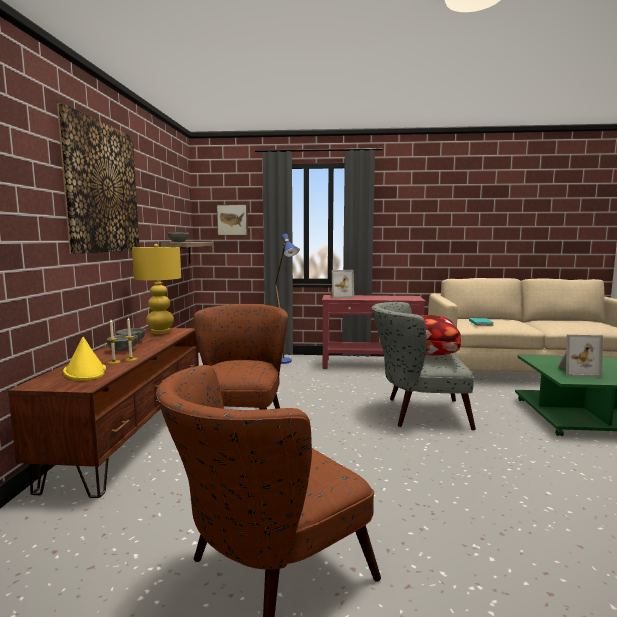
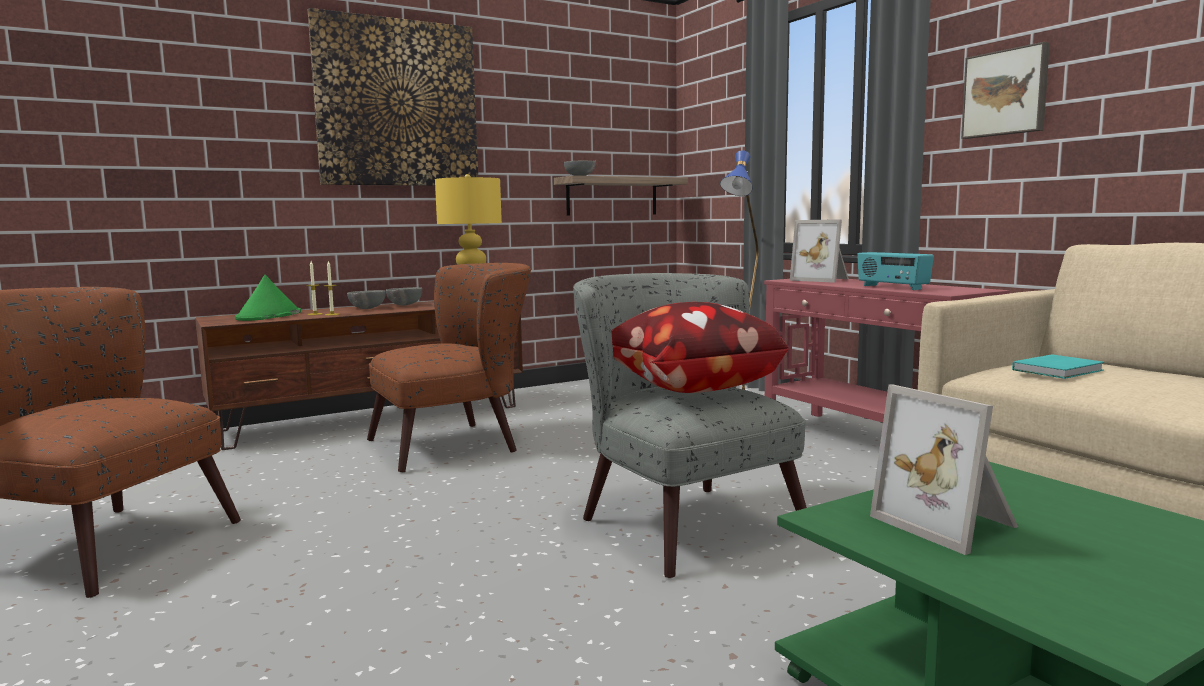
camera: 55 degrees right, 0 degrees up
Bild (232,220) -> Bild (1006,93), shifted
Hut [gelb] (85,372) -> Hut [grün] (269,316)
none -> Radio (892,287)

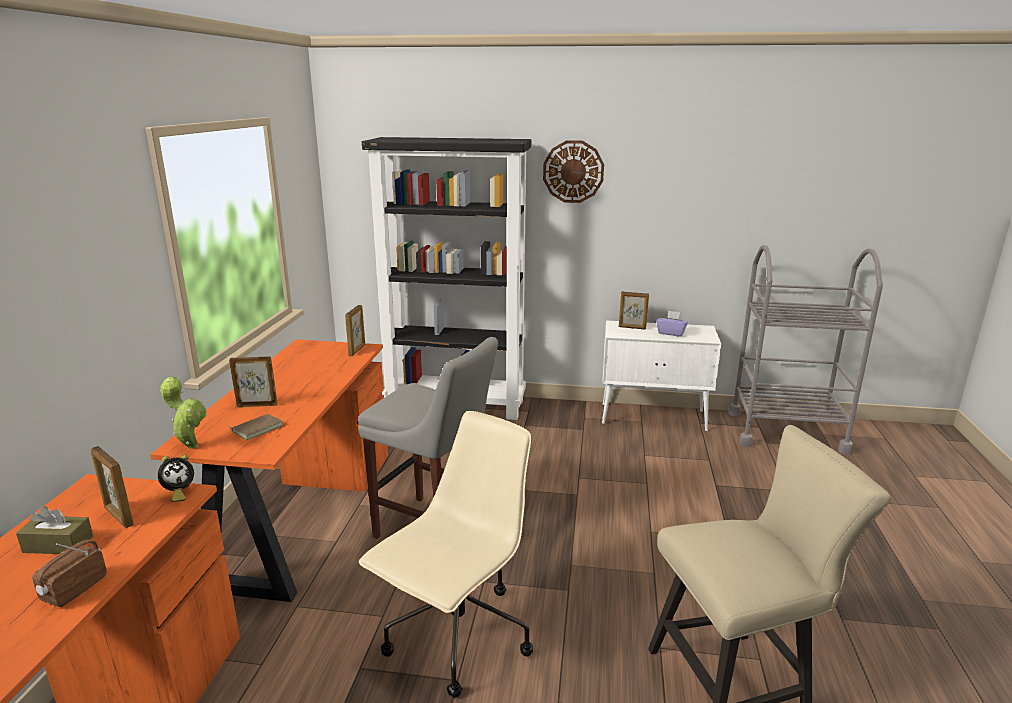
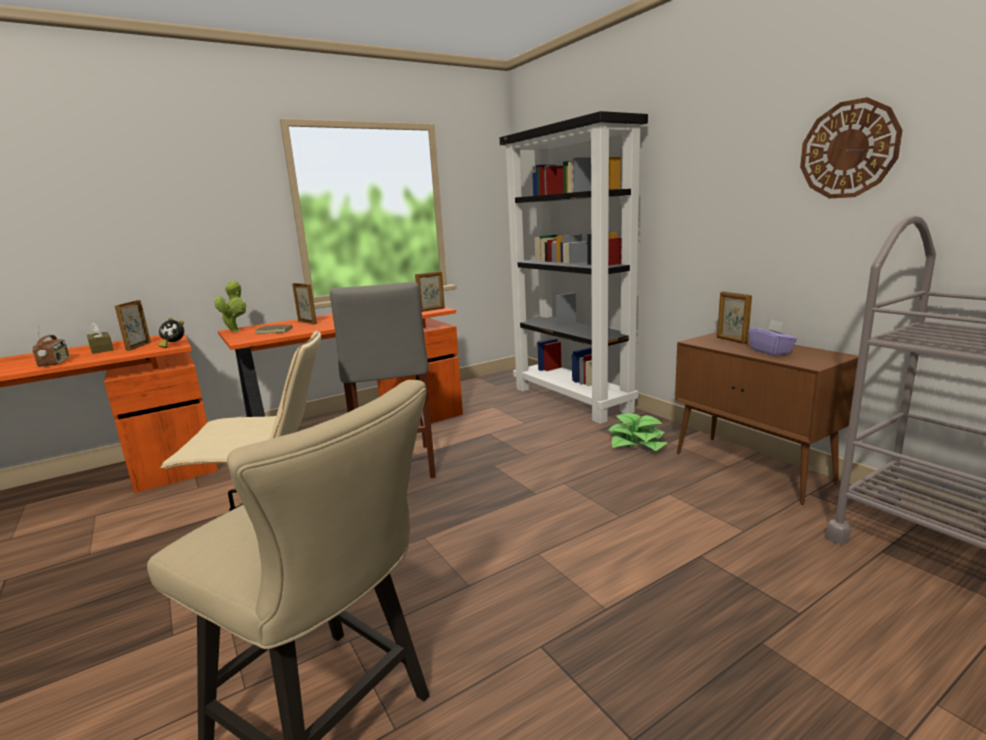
camera: 50 degrees right, 5 degrees down
Wanduhr (573,171) -> Wanduhr (848,150), shifted
Schrank [weiß] (654,417) -> Schrank [braun] (753,468)
Radio (74,589) -> Radio (55,363), 90 degrees clockwise
none -> Topfpflanze (637,443)

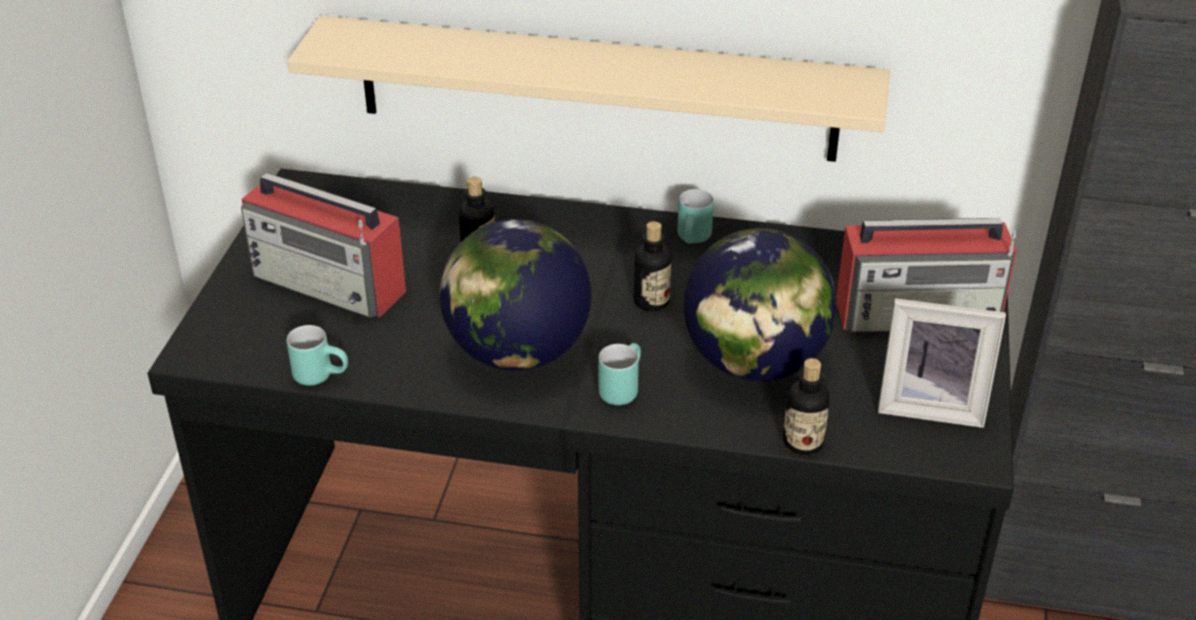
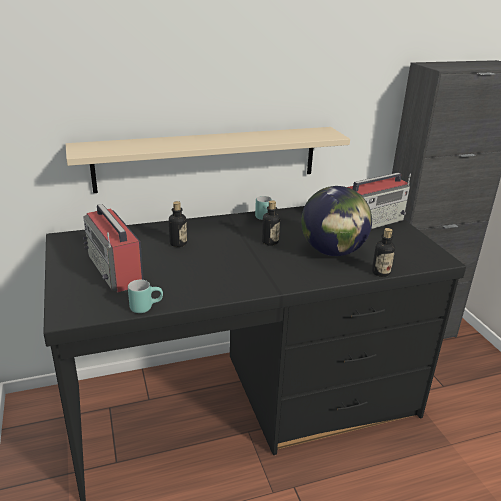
camera: 30 degrees left, 10 degrees down
Radio (330,284) -> Radio (115,270), 60 degrees clockwise
Globus (517,352) -> none
Bilderrahmen (931,405) -> none
Henkelbecher [türkis] (620,388) -> none

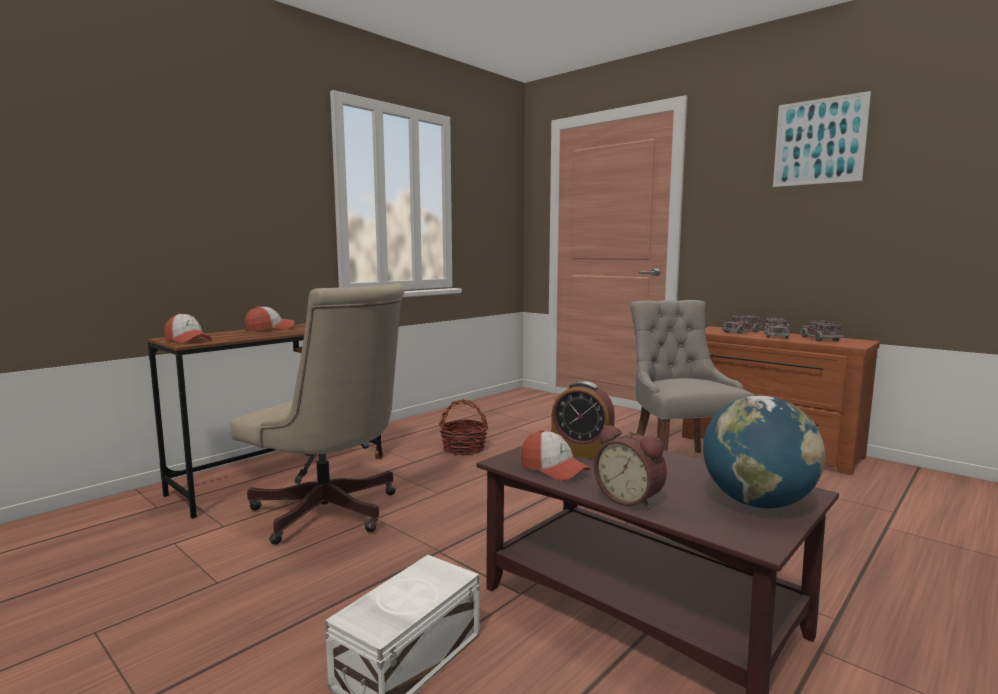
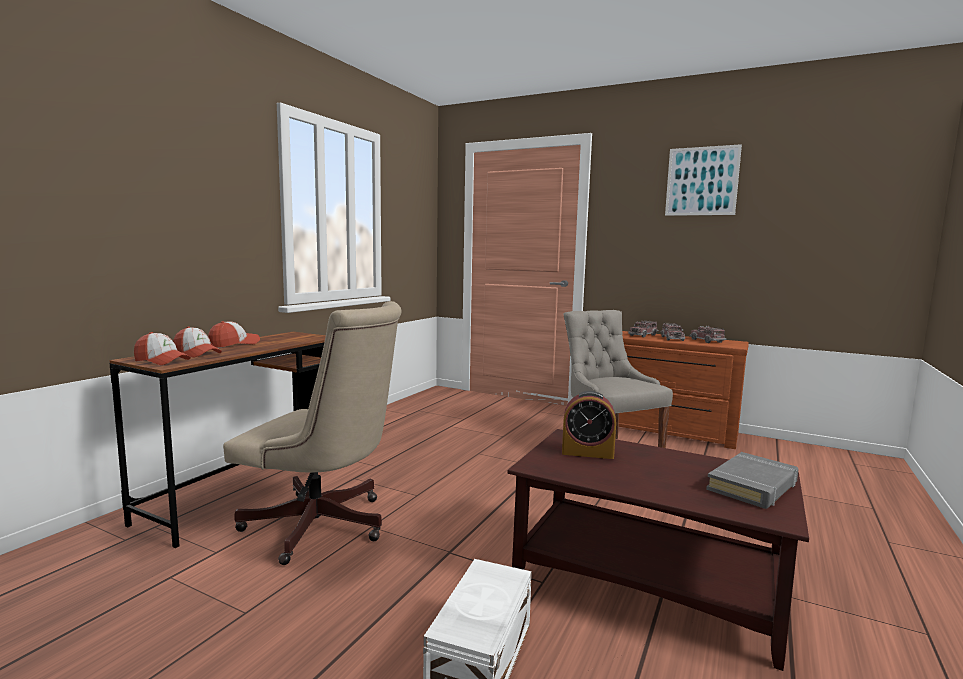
camera: 15 degrees left, 0 degrees up
Globus (757,503) -> Buch [grau] (753,486)
Korb (464,448) -> none
Wecker (630,499) -> none
Kappe (553,469) -> Kappe (197,353), shifted

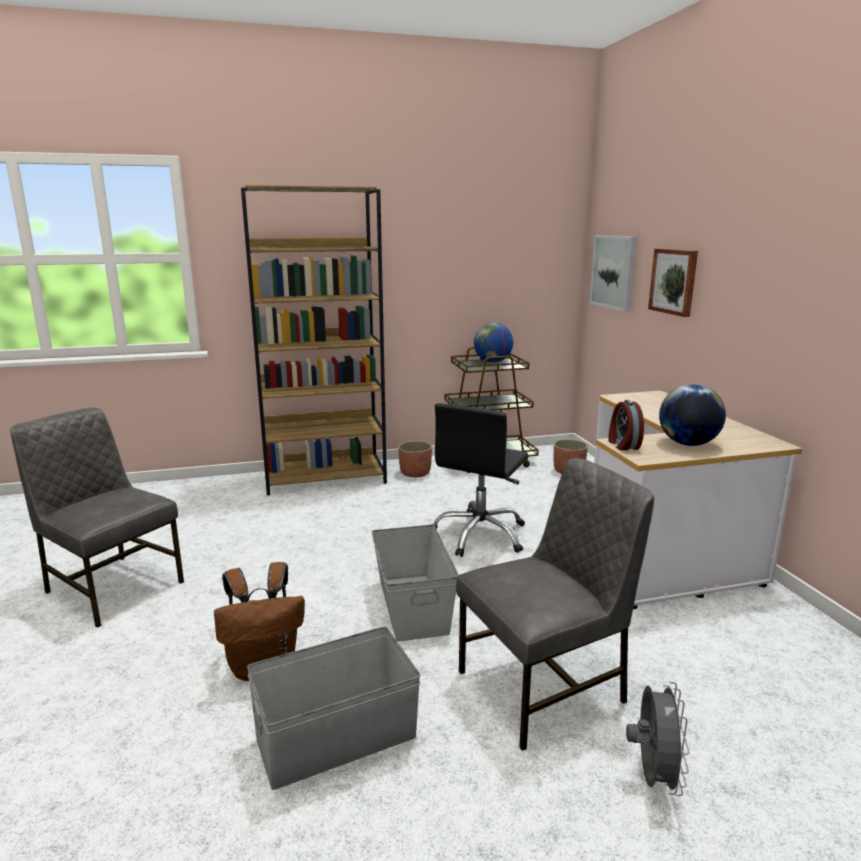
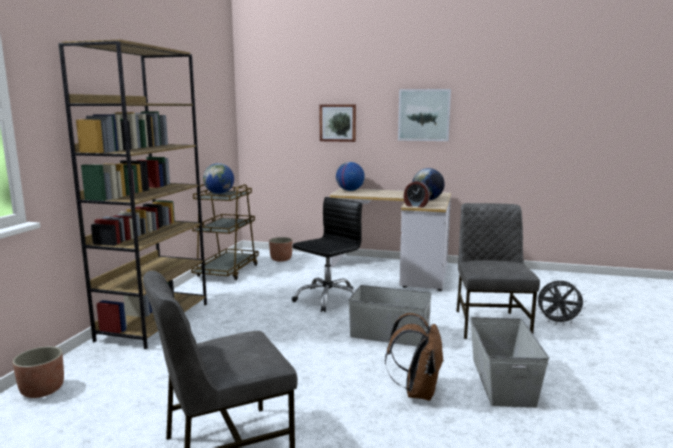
camera: 60 degrees left, 5 degrees down
Bild (614,272) -> Bild (424,115), shifted
Bürostuhl [schwarz] (480,535) -> Bürostuhl [schwarz] (328,298), 105 degrees counterclockwise
Pflanzkübel (415,473) -> Pflanzkübel (43,390), shifted
Ventilator [grau] (652,776) -> Ventilator [grau] (558,322), 150 degrees clockwise
none -> Globus (349,190)

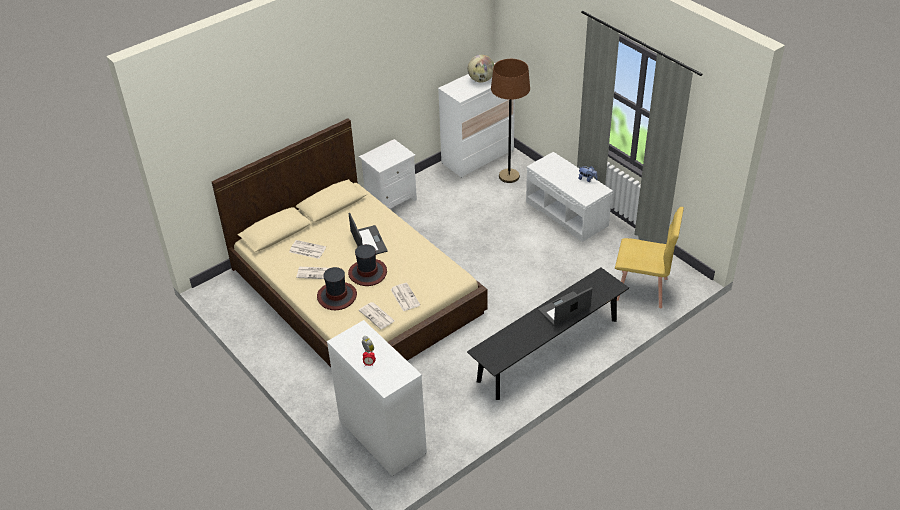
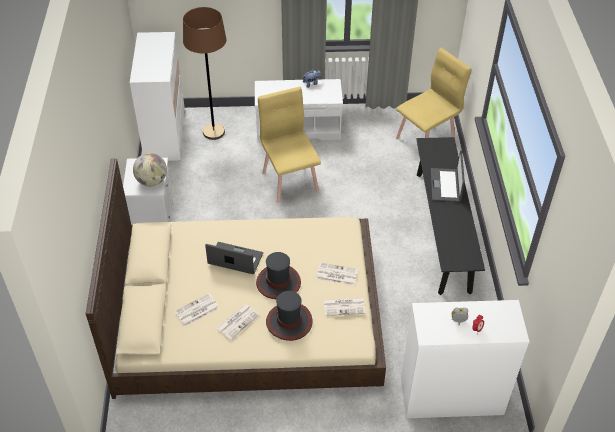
camera: 55 degrees left, 5 degrees up
Globus (481,80) -> Globus (152,181), shifted
none -> Stuhl [gelb] (290,181)

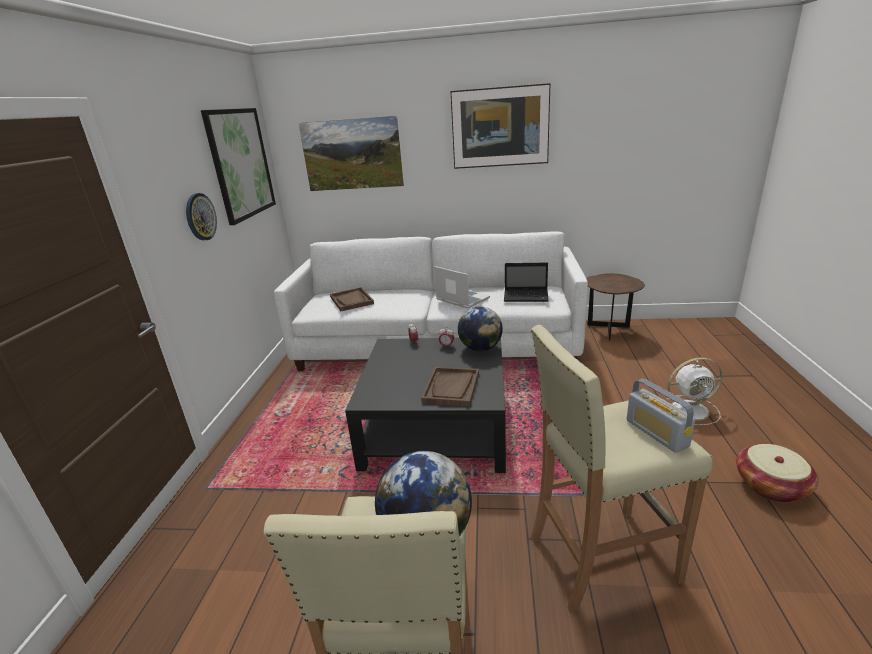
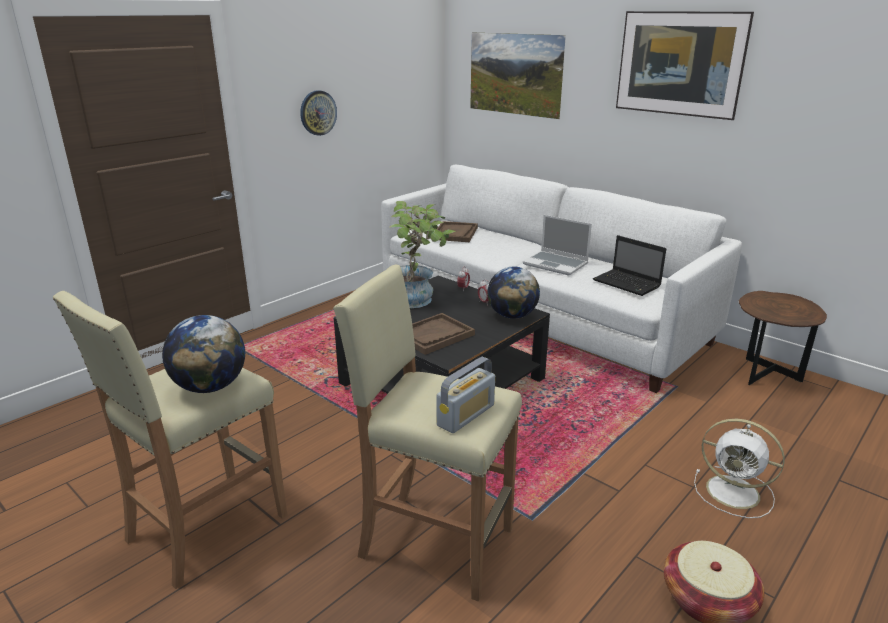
camera: 35 degrees right, 0 degrees up
Bild (241,163) -> none
Laptop (461,299) -> Laptop (556,264), 135 degrees clockwise
Radio (656,433) -> Radio (466,415), 150 degrees counterclockwise
none -> Topfpflanze (418,300)

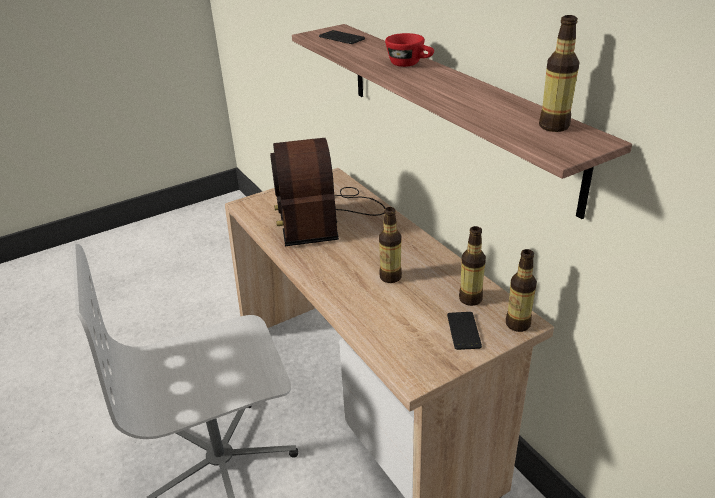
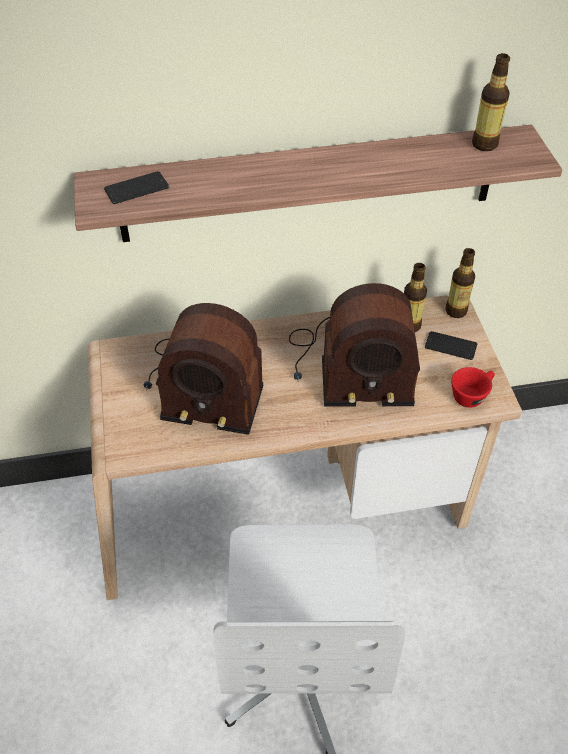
camera: 70 degrees left, 15 degrees up
Tasse [rot] (410,64) -> Tasse [rot] (471,395), shifted
Flasche (390,277) -> Radio (349,367)

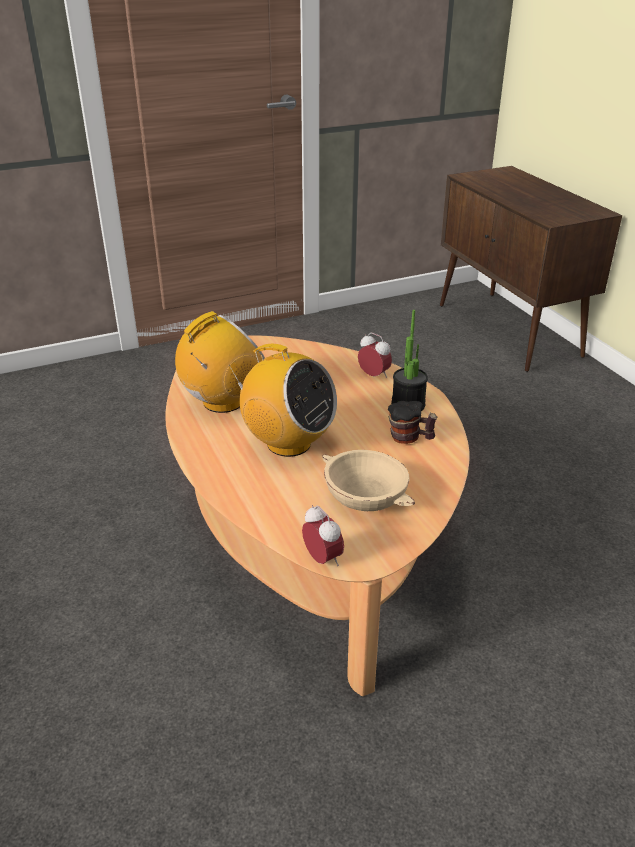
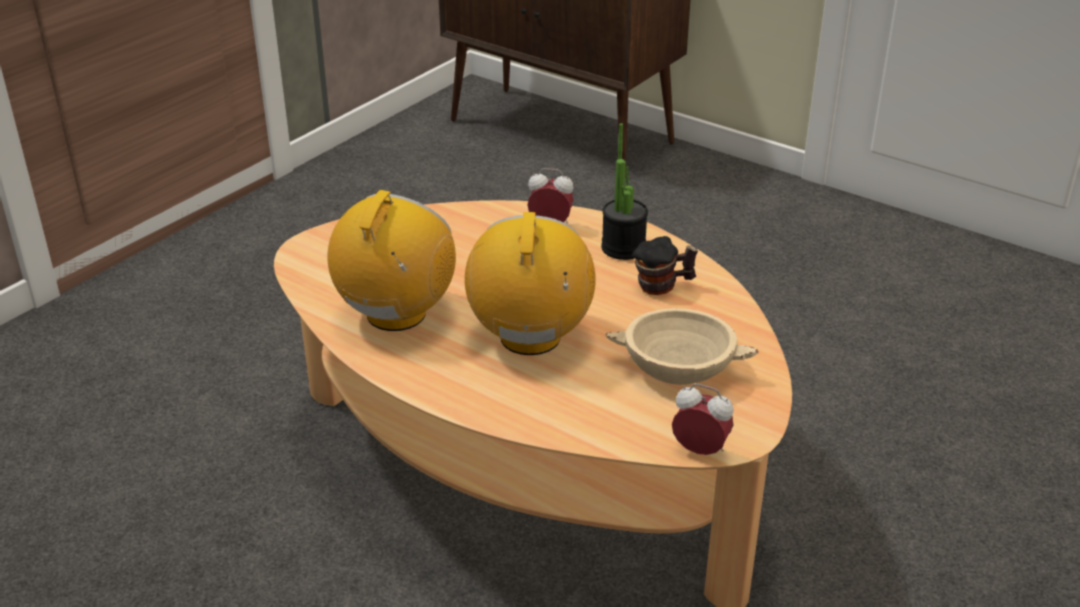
camera: 30 degrees left, 0 degrees up
Radio (288,443) -> Radio (530,338), 90 degrees counterclockwise

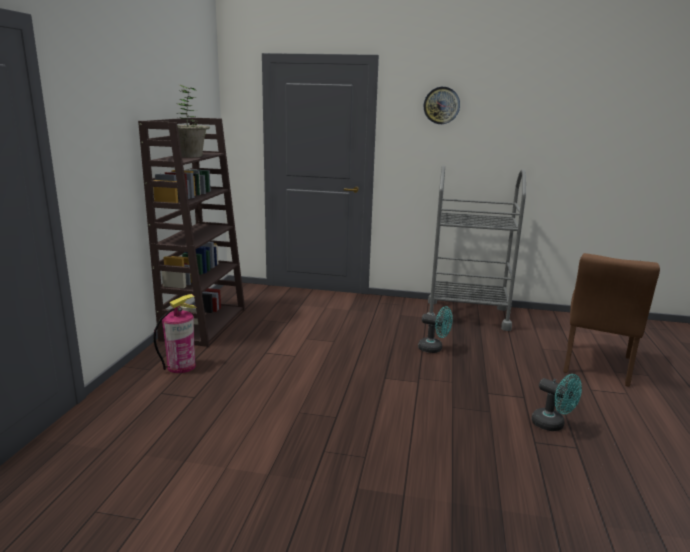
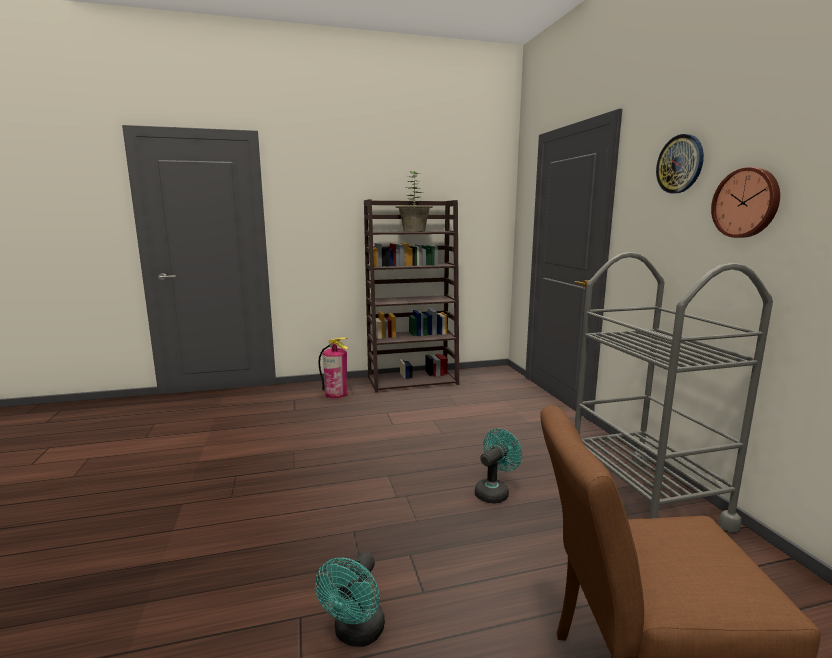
camera: 65 degrees right, 5 degrees down
Ventilator [türkis] (434,349) -> Ventilator [türkis] (494,491), 135 degrees counterclockwise
none -> Wanduhr (746,203)

